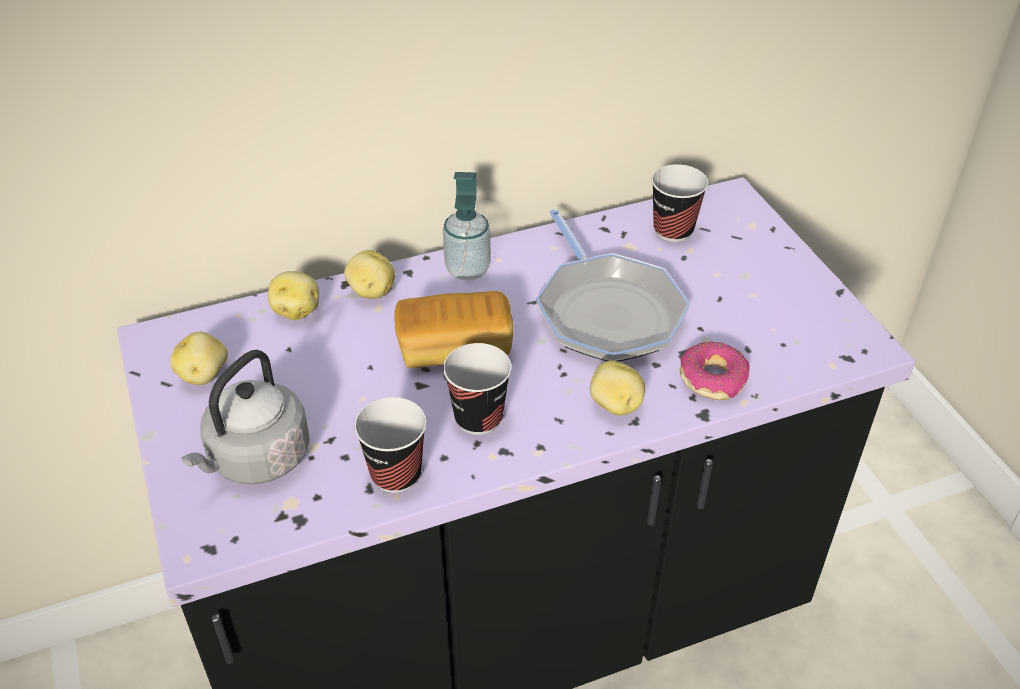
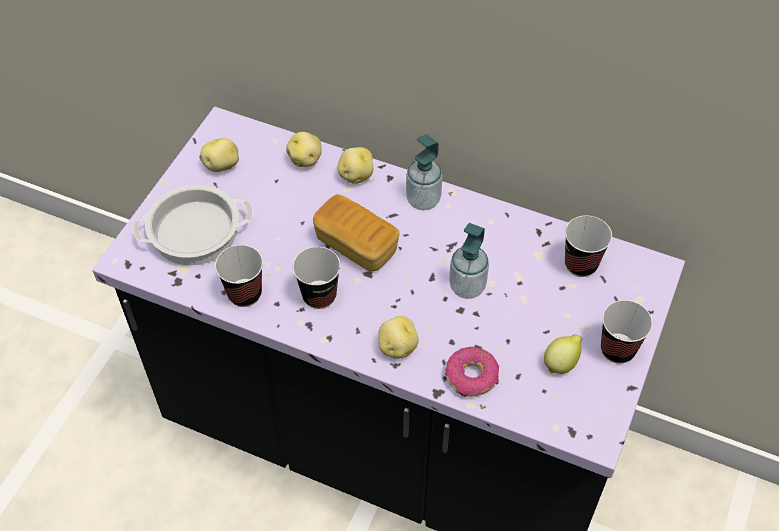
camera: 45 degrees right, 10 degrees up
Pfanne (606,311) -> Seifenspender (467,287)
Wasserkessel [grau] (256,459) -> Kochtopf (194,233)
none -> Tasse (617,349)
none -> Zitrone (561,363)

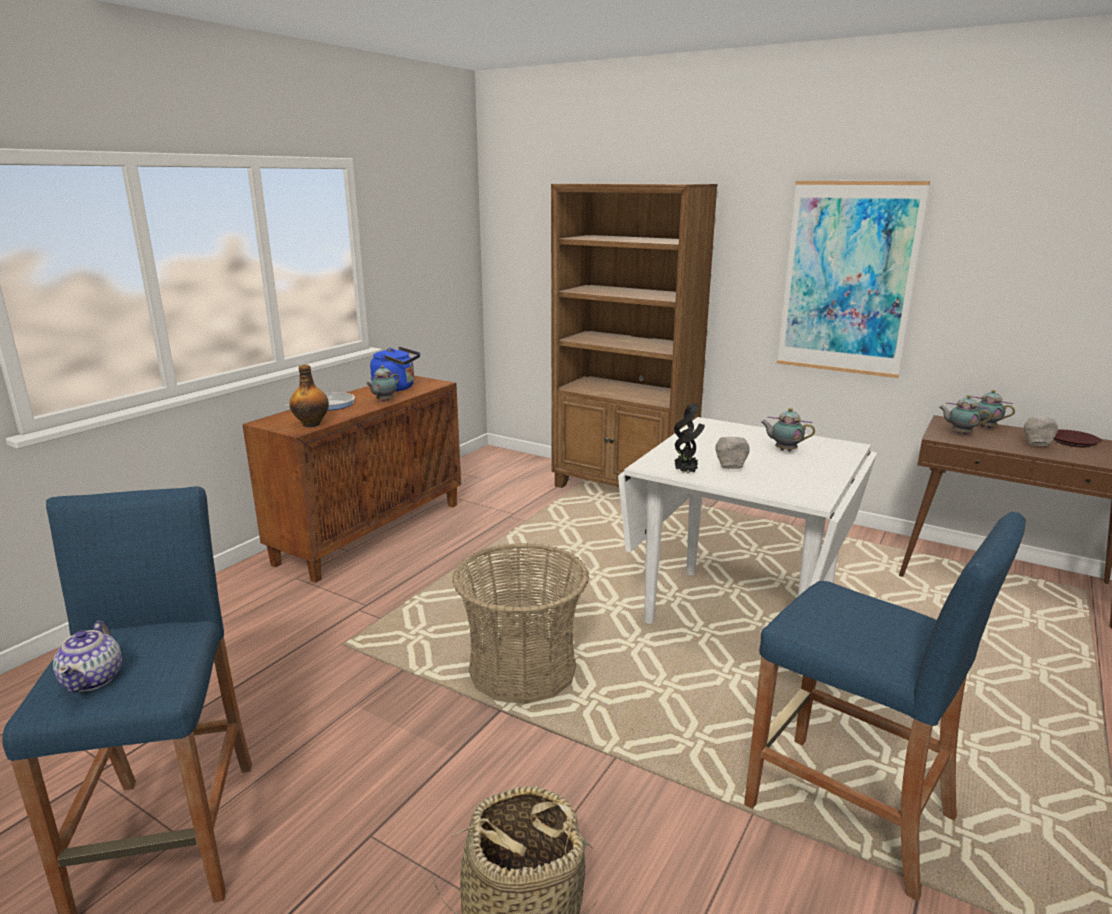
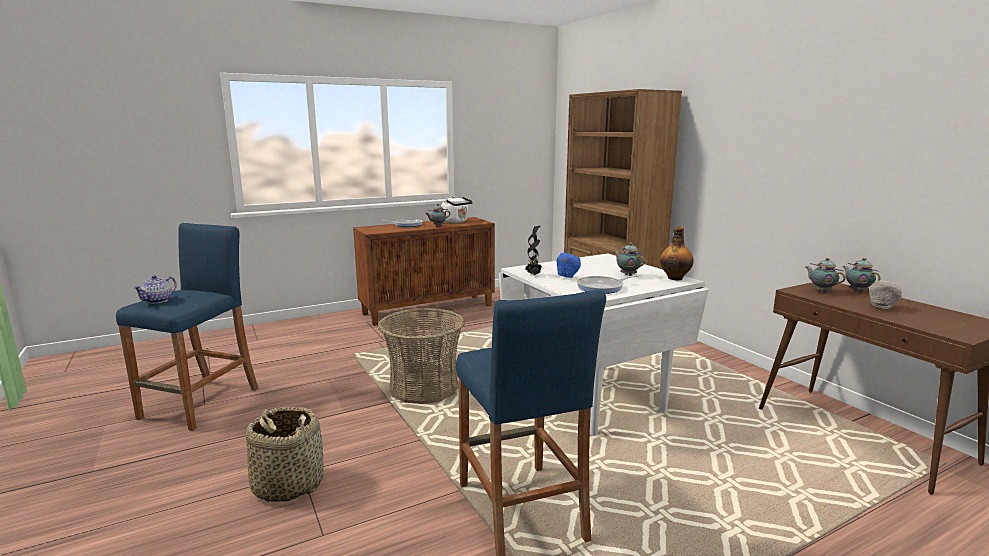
camera: 30 degrees right, 5 degrees down
Bild (847,279) -> none
Wasserkessel [blau] (397,388) -> Wasserkessel [weiß] (456,222)
Flasche (312,424) -> Flasche (675,278), shifted
Teller [braun] (1072,442) -> none
Schüssel [grau] (730,468) -> Schüssel [blau] (567,277)
none -> Pfanne (602,288)

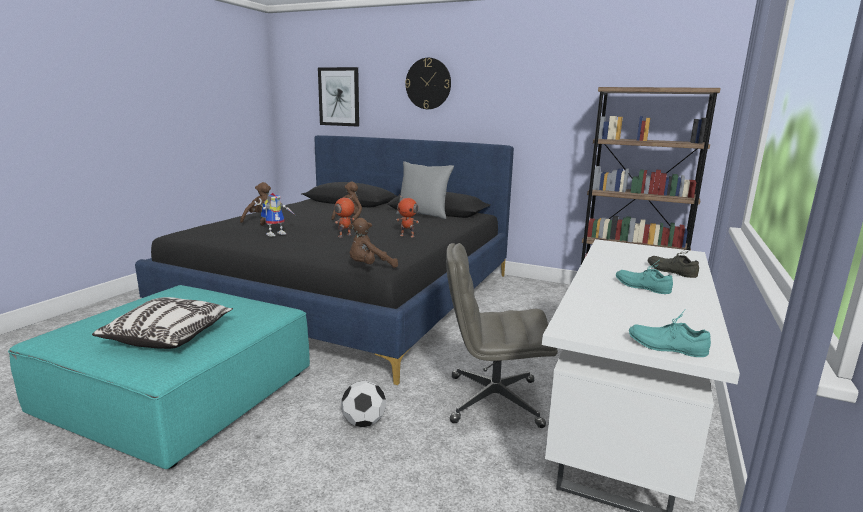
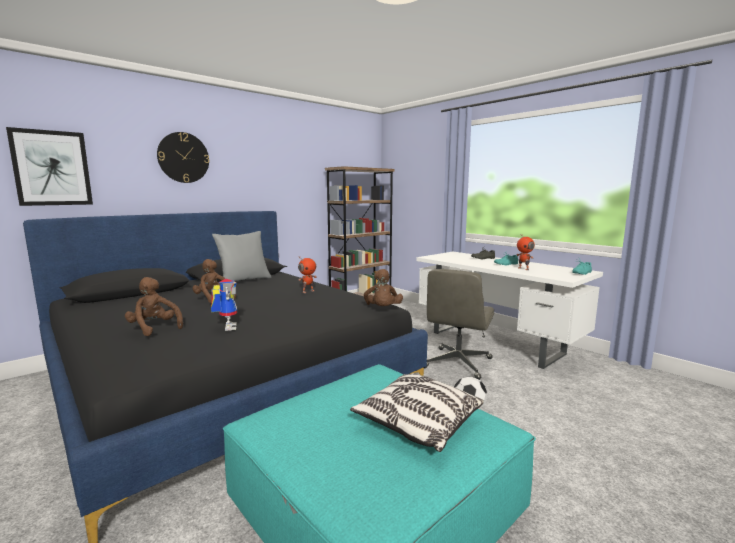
camera: 65 degrees left, 5 degrees down
Spielzeugroboter (345,236) -> Spielzeugroboter (523,269), shifted

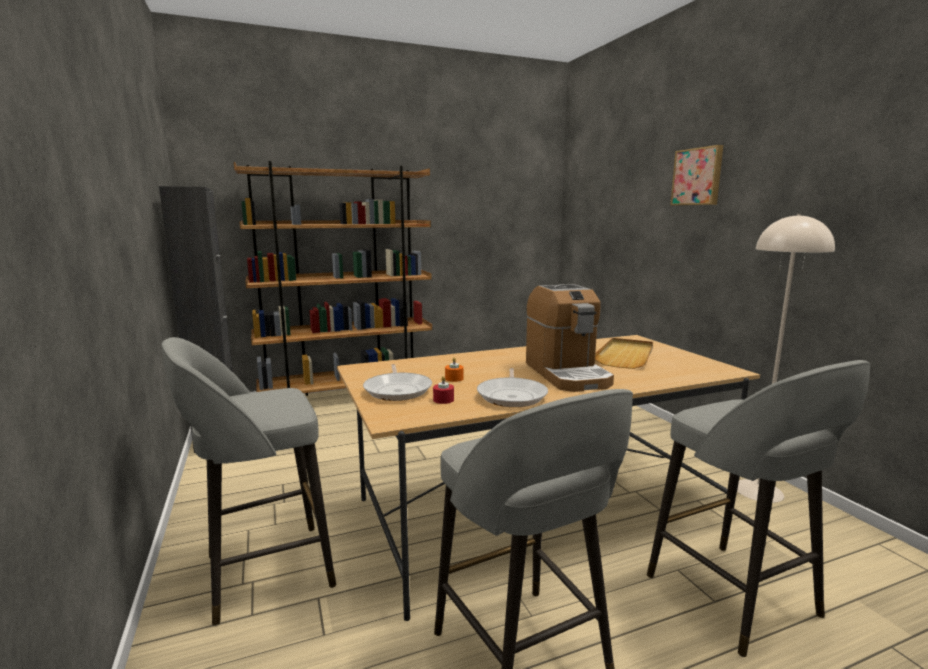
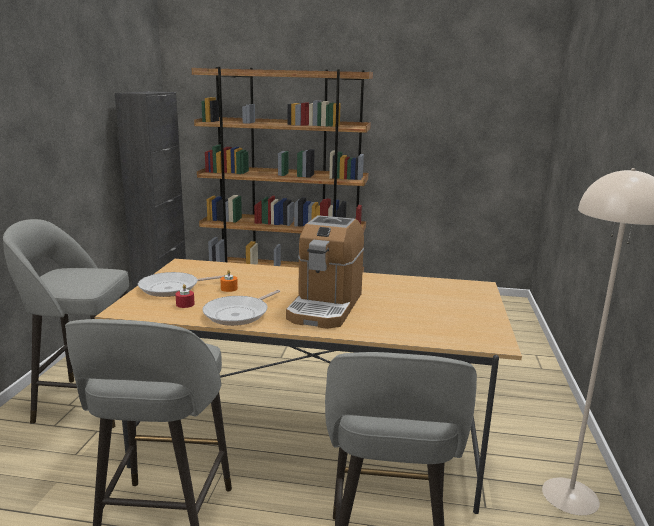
camera: 30 degrees right, 5 degrees up
Bild (698,177) -> none
Tablett [beige] (625,356) -> none
Pfanne (398,390) -> Pfanne (173,288), 45 degrees clockwise

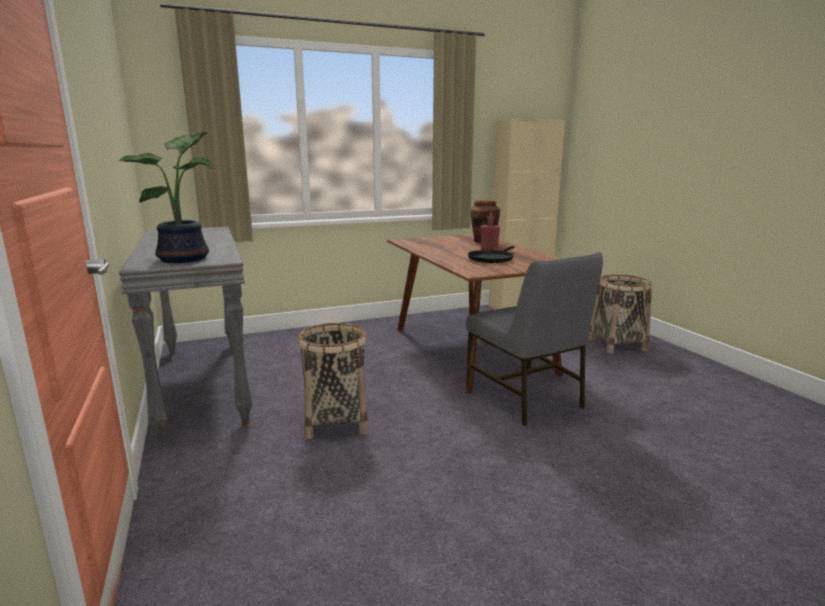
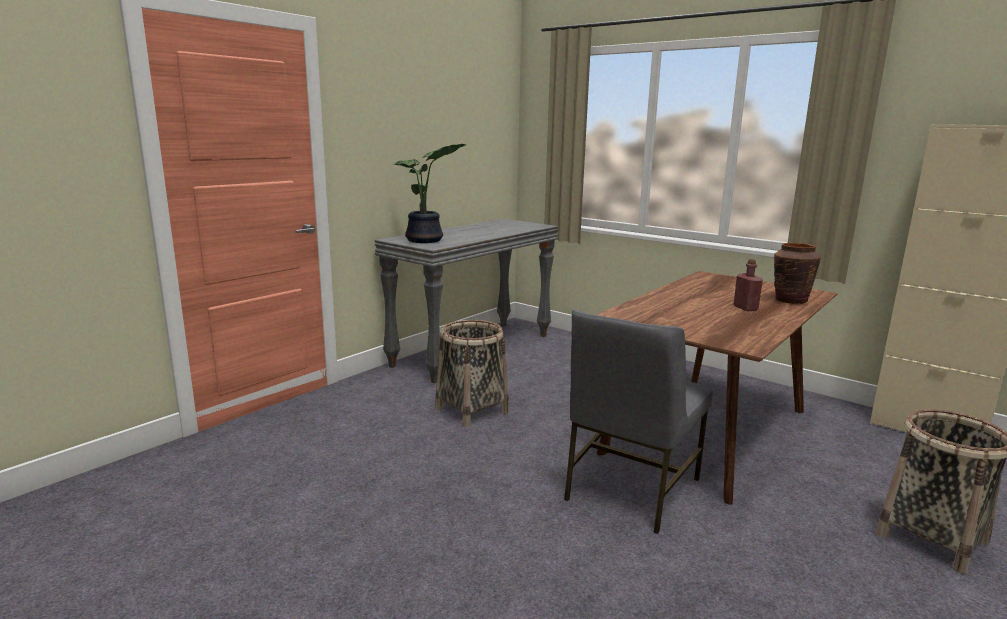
camera: 60 degrees right, 0 degrees up
Pfanne [schwarz] (492,258) -> none

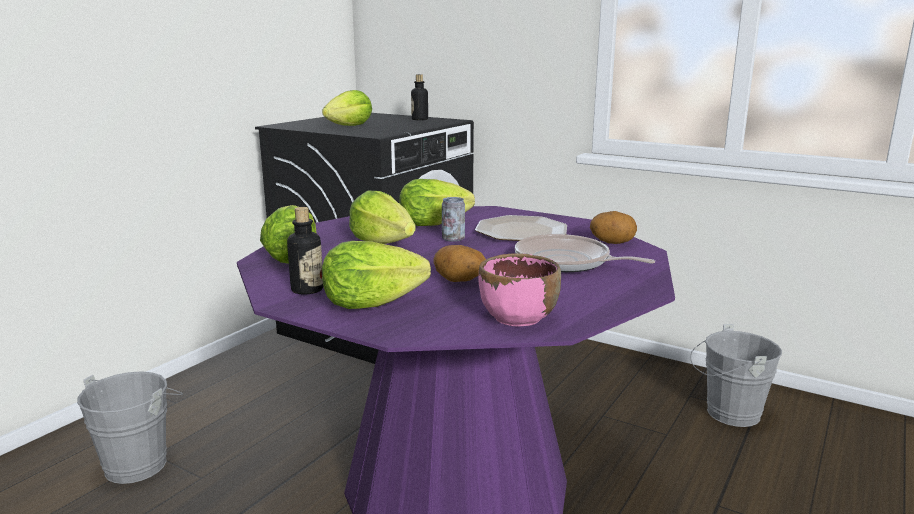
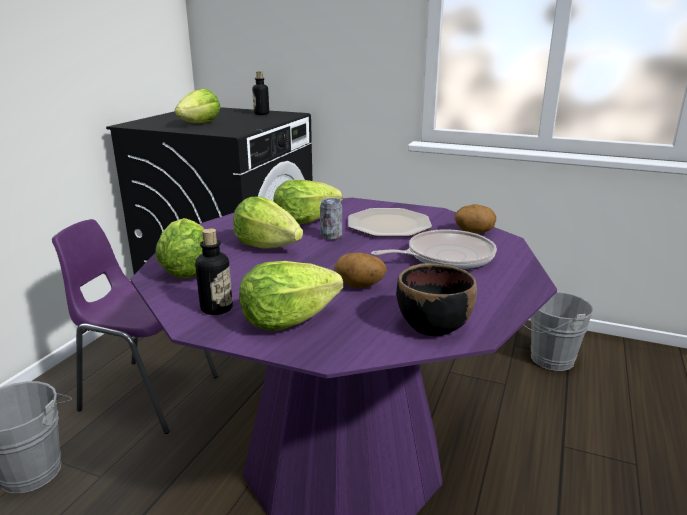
camera: 10 degrees left, 5 degrees up
Pfanne (566,262) -> Pfanne (445,257), 135 degrees clockwise
Schüssel [rosa] (518,318) -> Schüssel [schwarz] (433,325)
none -> Stuhl [lila] (147,393)

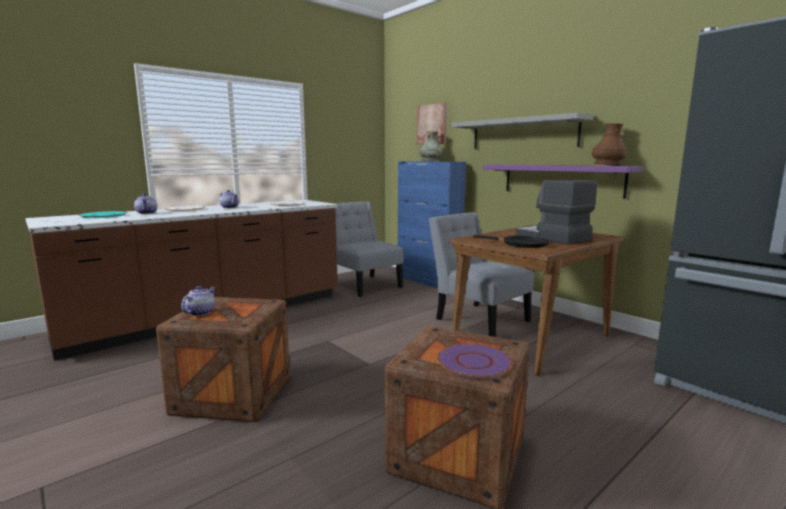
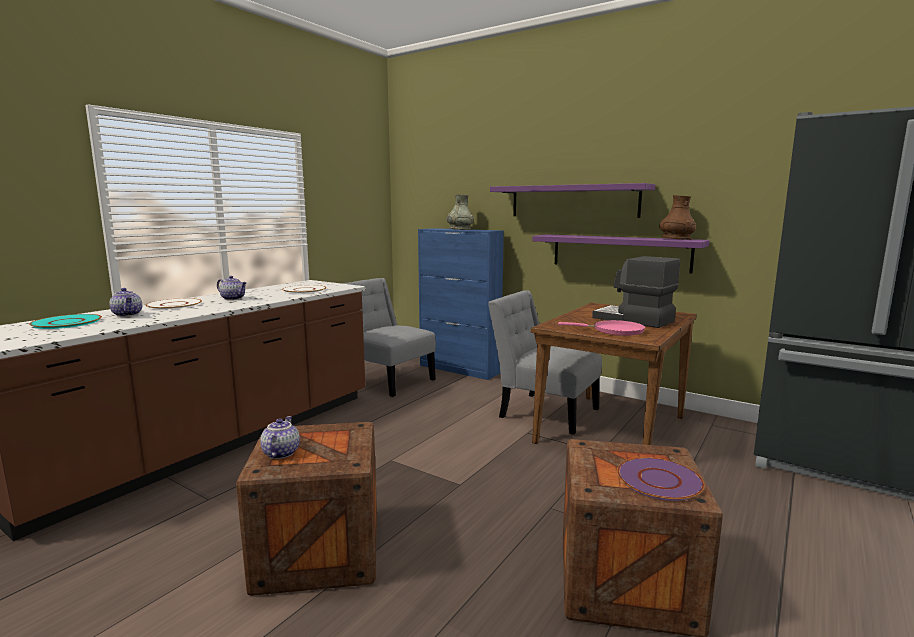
camera: 15 degrees left, 0 degrees up
Bild (432,124) -> none
Wandregal [grau] (522,134) -> Wandregal [lila] (573,201)
Pfanne [schwarz] (521,244) -> Pfanne [rosa] (614,331)

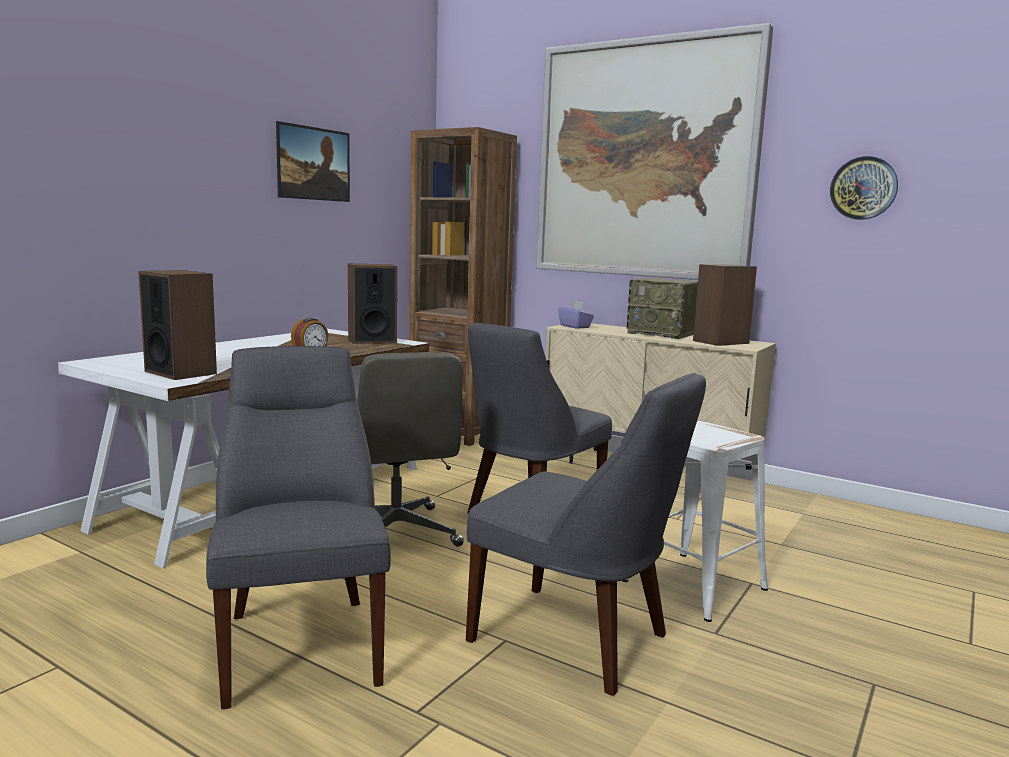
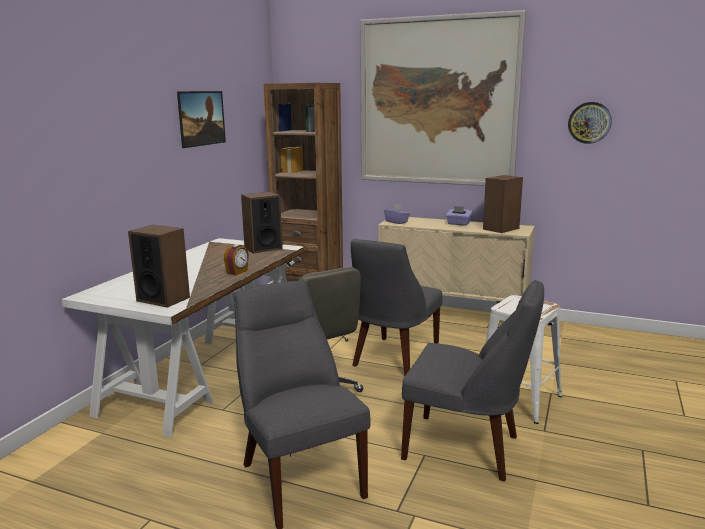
camera: 10 degrees left, 5 degrees up
Radio (662,334) -> Taschentuchbox [lila] (458,224)

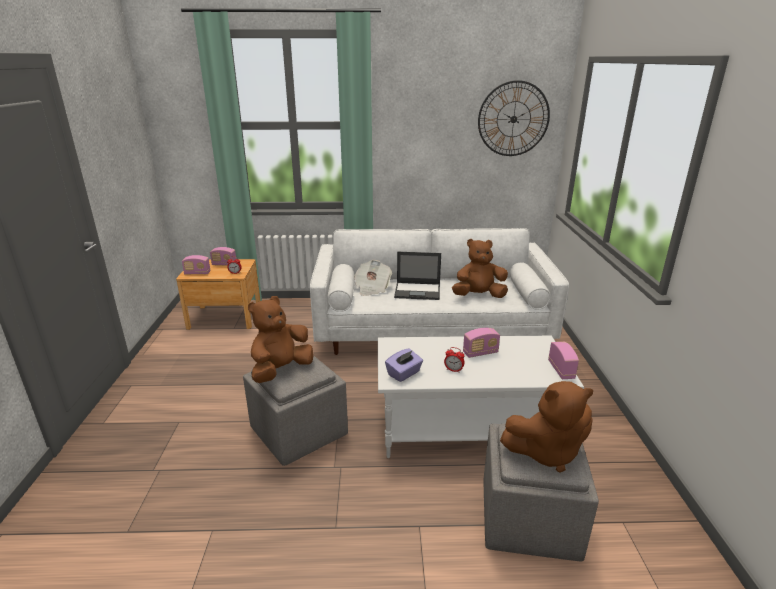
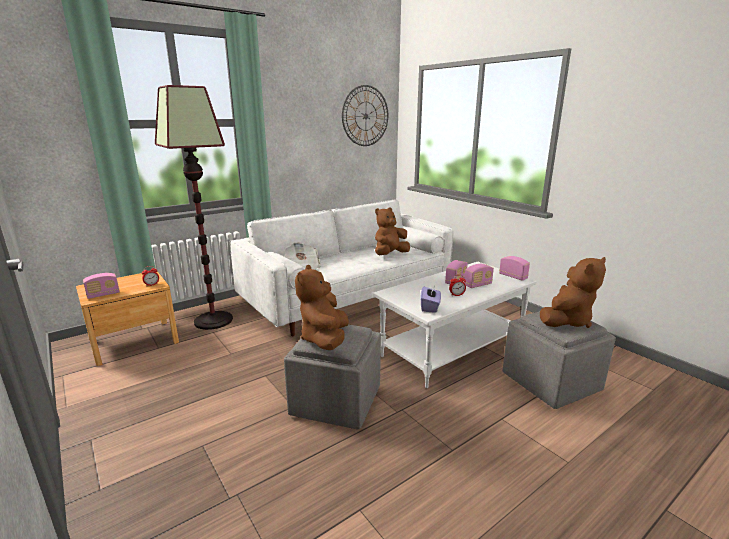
camera: 35 degrees left, 5 degrees down
Radio (224,264) -> Radio (478,285), shifted
Laptop (418,291) -> none
none -> Stehlampe (213,320)

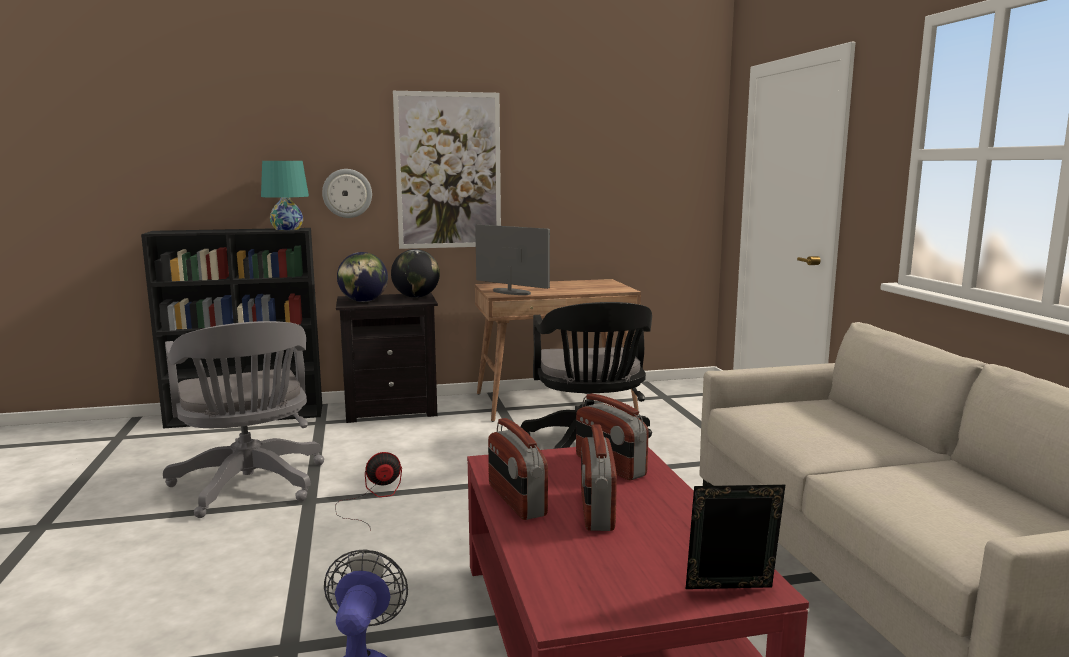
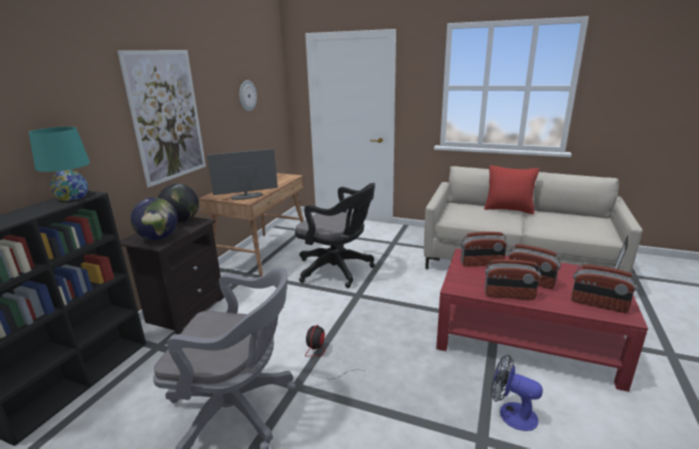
camera: 55 degrees left, 10 degrees up
Wanduhr (347,193) -> Wanduhr (247,95), shifted
none -> Kissen [rot] (508,209)
none -> Radio (598,304)

